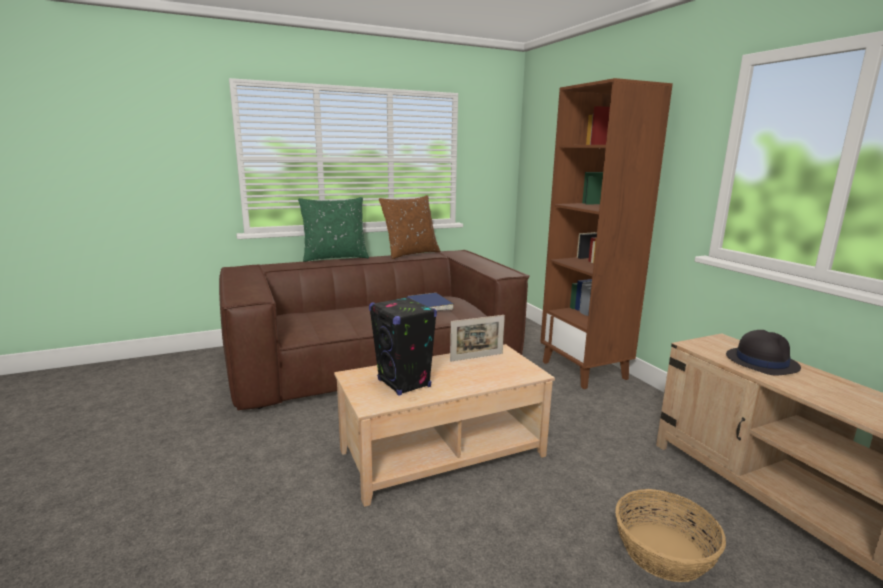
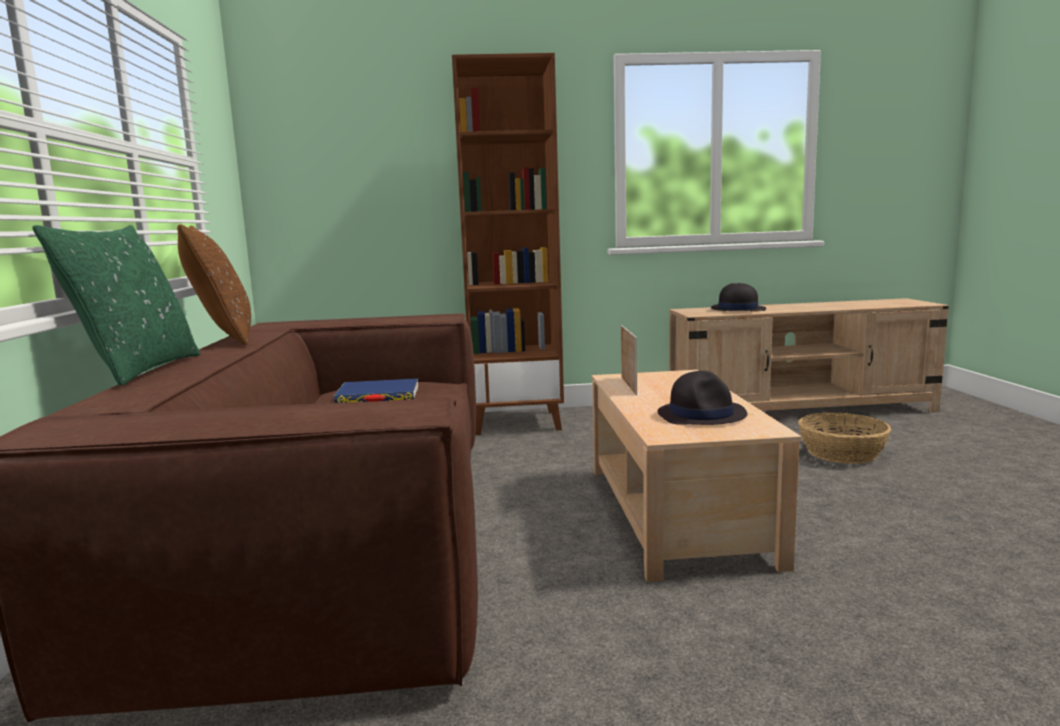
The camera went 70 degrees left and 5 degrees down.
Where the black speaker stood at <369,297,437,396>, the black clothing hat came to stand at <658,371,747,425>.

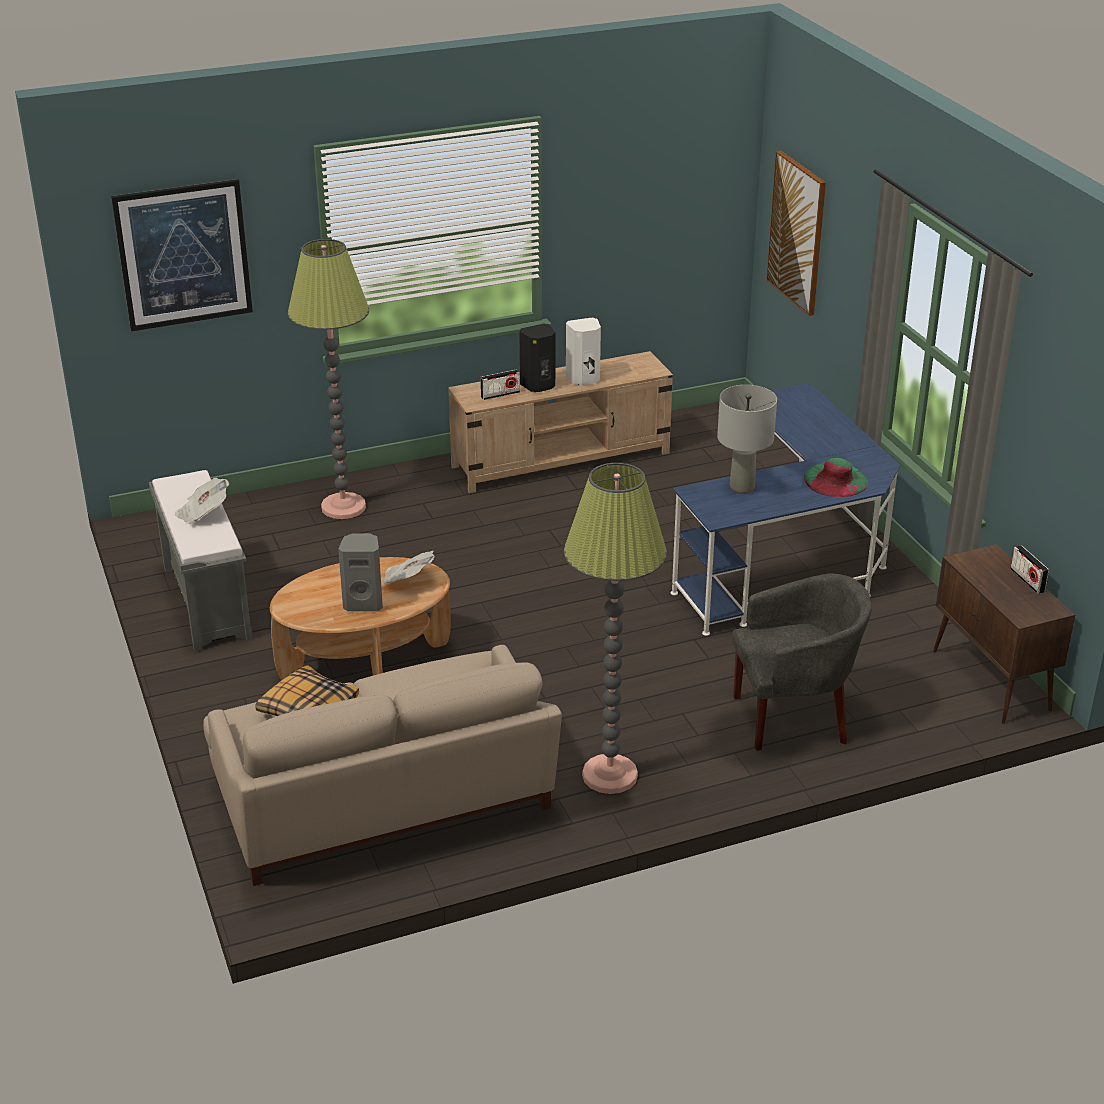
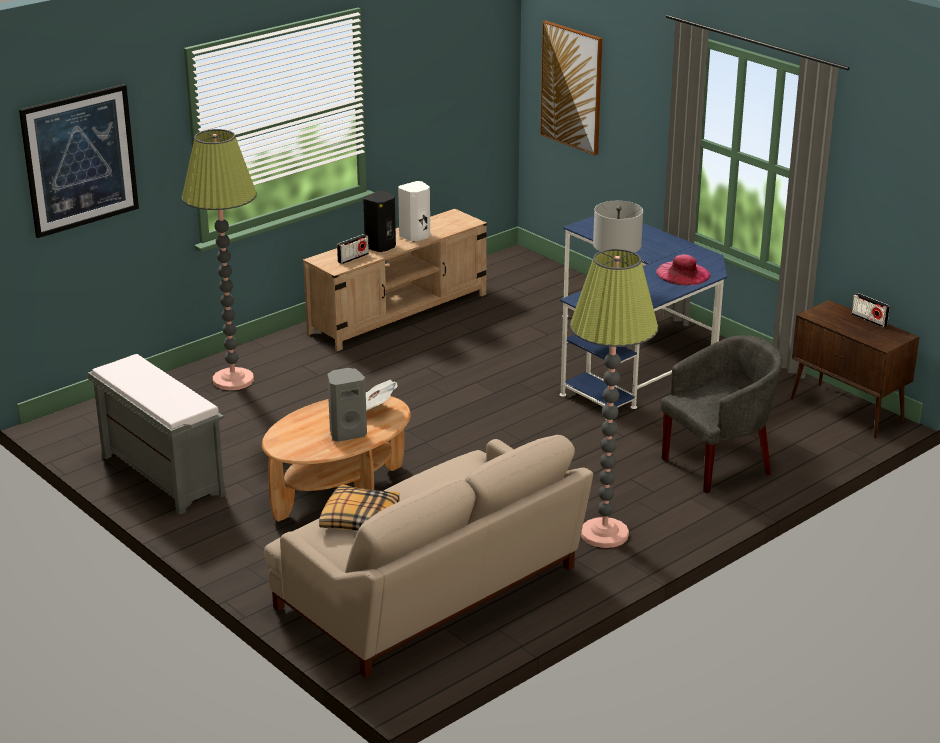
The camera went 20 degrees left and 5 degrees down.
What was the green clothing hat at <804,458,868,497> turned into the pink clothing hat at <656,254,711,285>.
The second view lost the printed paper at <175,478,229,524>.

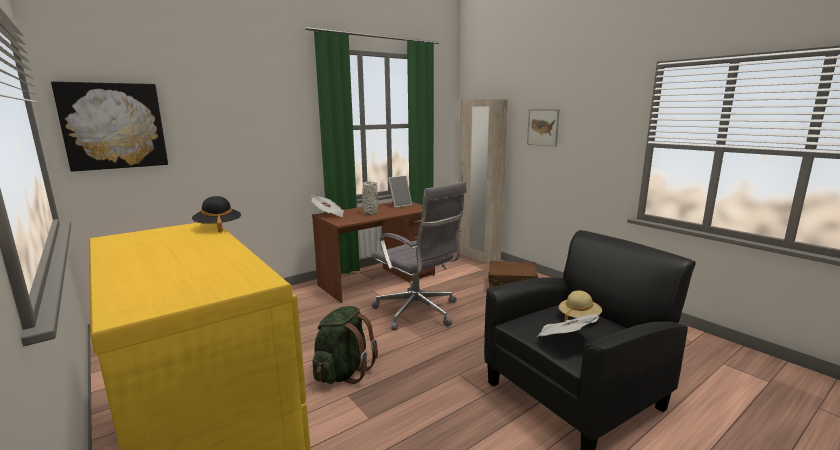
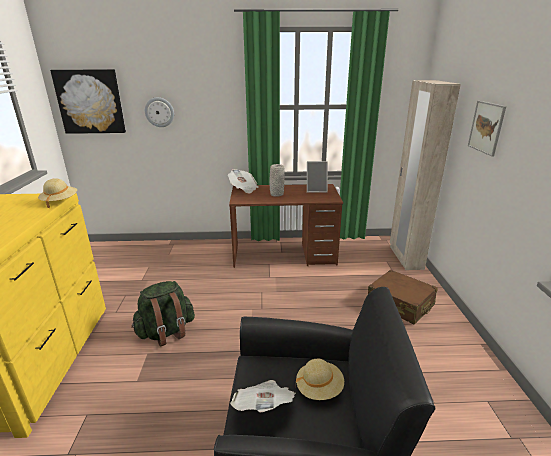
The camera went 35 degrees right and 10 degrees up.
The second view lost the greyish office chair at <372,181,467,330>.
What was the black clothing hat at <192,196,241,233> turned into the beige-coloured clothing hat at <38,178,77,208>.
The second view gained the hanging clock at <145,97,174,127>.

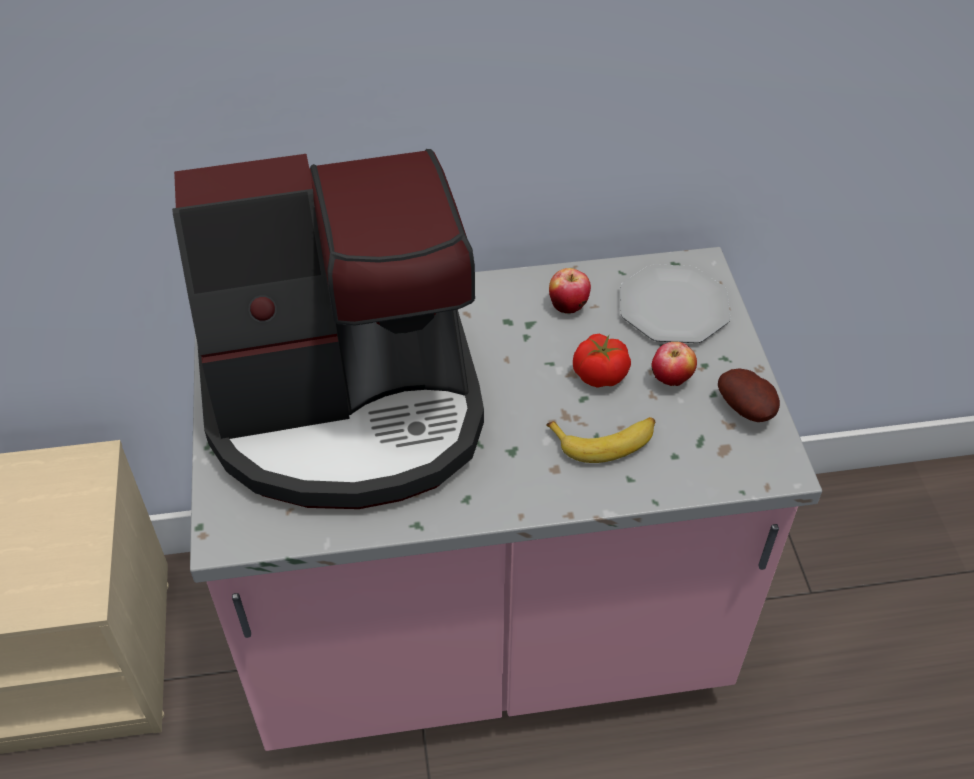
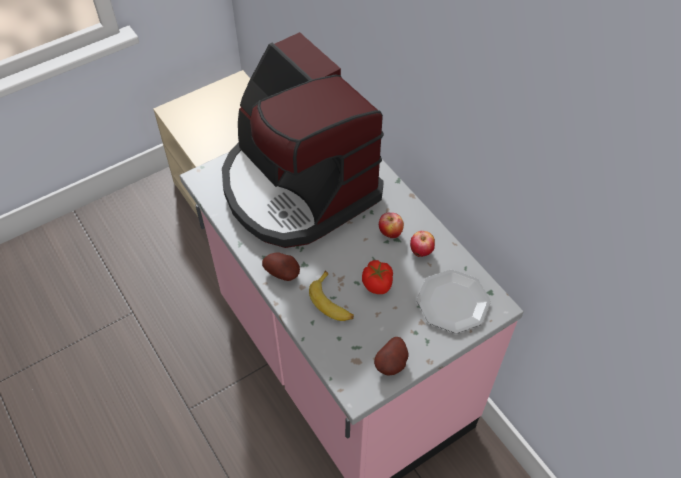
The camera went 65 degrees right and 5 degrees up.
The whole apple ended up elsewhere, having gone from <651,342,697,386> to <379,213,404,238>.
The second view gained the spud at <262,252,300,281>.

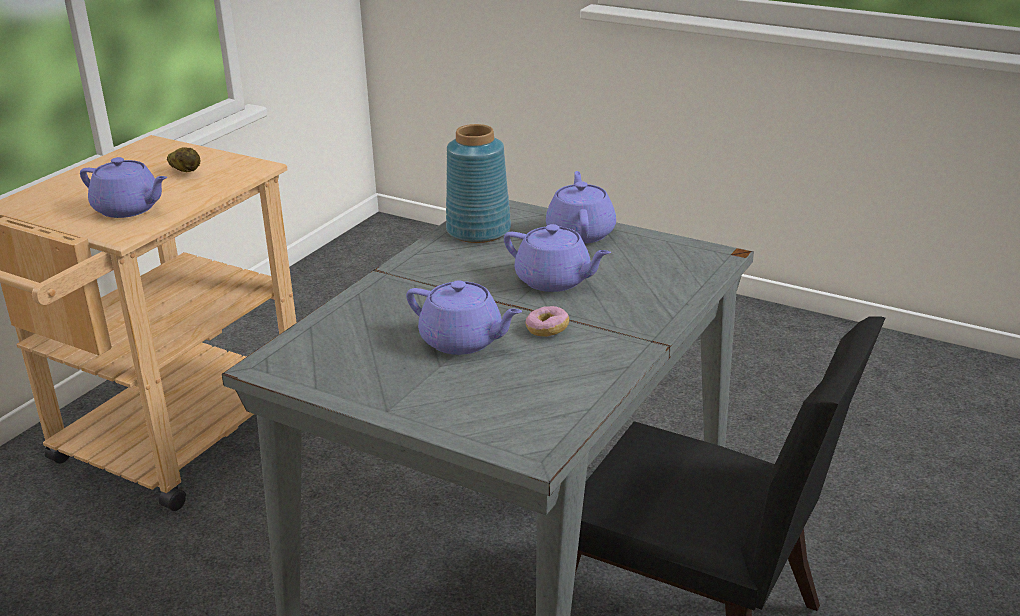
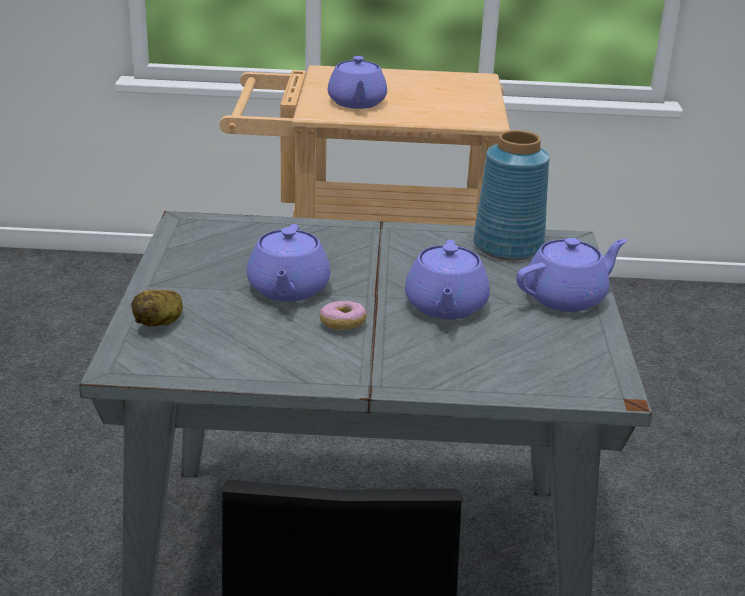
The camera went 60 degrees right and 0 degrees up.
The spud ended up elsewhere, having gone from <167,147,200,172> to <131,290,183,327>.

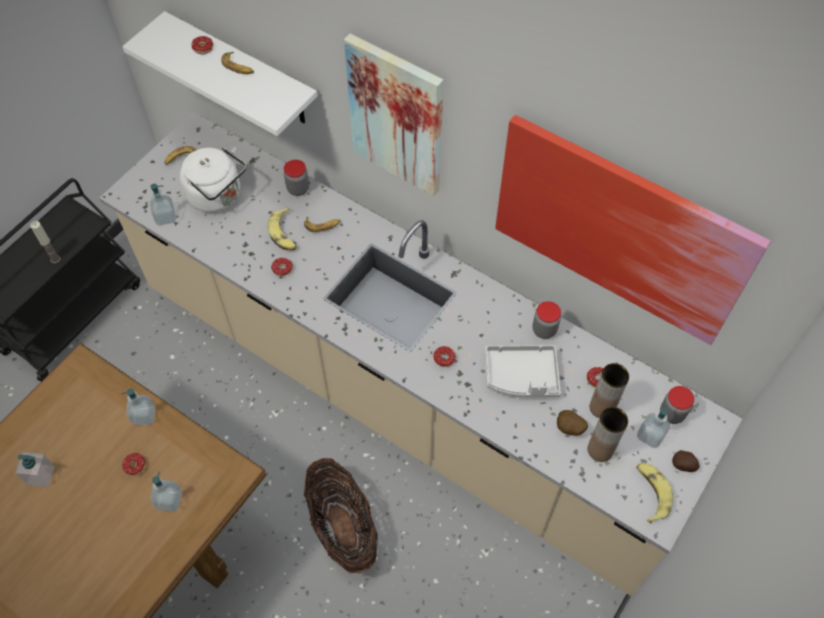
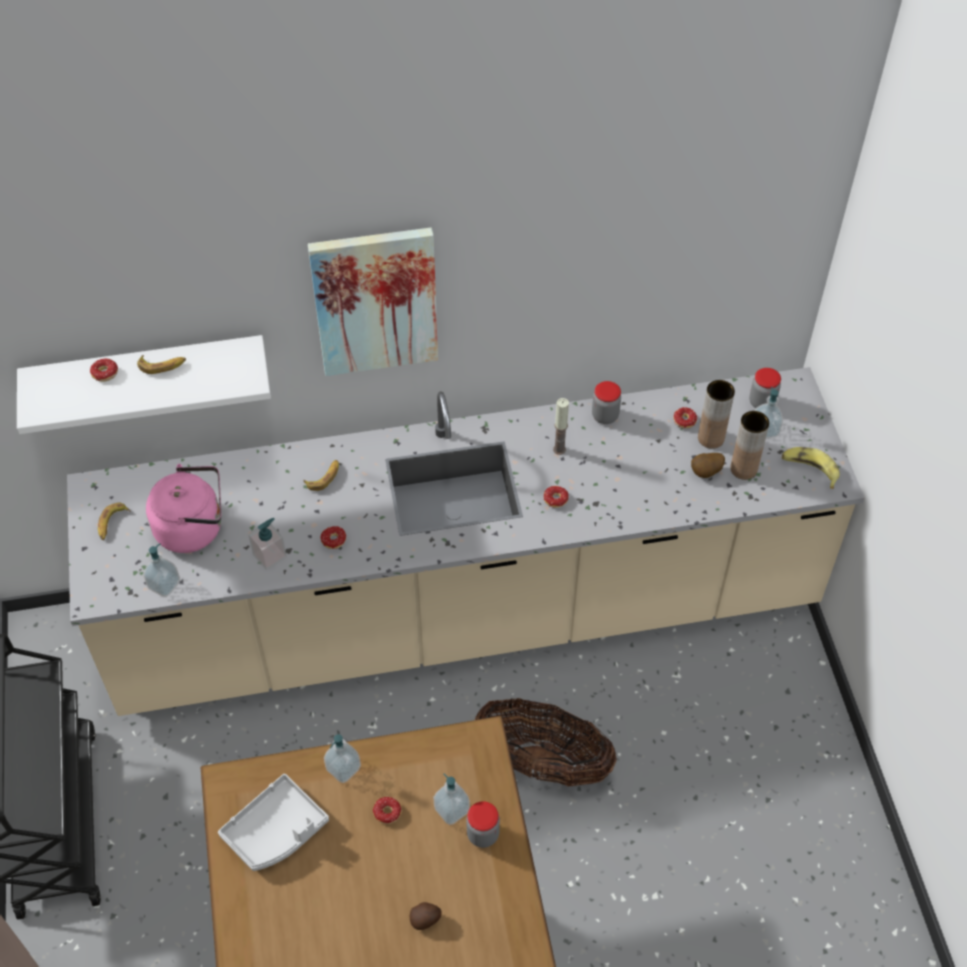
The camera went 45 degrees left and 5 degrees down.
The second view lost the picture at <495,115,771,345>.
What was the white-coloured water kettle at <180,147,247,213> turned into the pink water kettle at <146,464,221,553>.
The storage jar ended up elsewhere, having gone from <284,160,309,196> to <466,801,500,848>.
The second view lost the whole banana at <268,207,297,250>.
The candle ended up elsewhere, having gone from <30,221,61,264> to <553,398,569,455>.
The greyish tray ended up elsewhere, having gone from <485,345,561,398> to <218,774,329,871>.
The spud ended up elsewhere, having gone from <672,450,700,472> to <410,902,442,930>.
The liquid soap bottle ended up elsewhere, having gone from <15,452,55,487> to <248,518,287,570>.

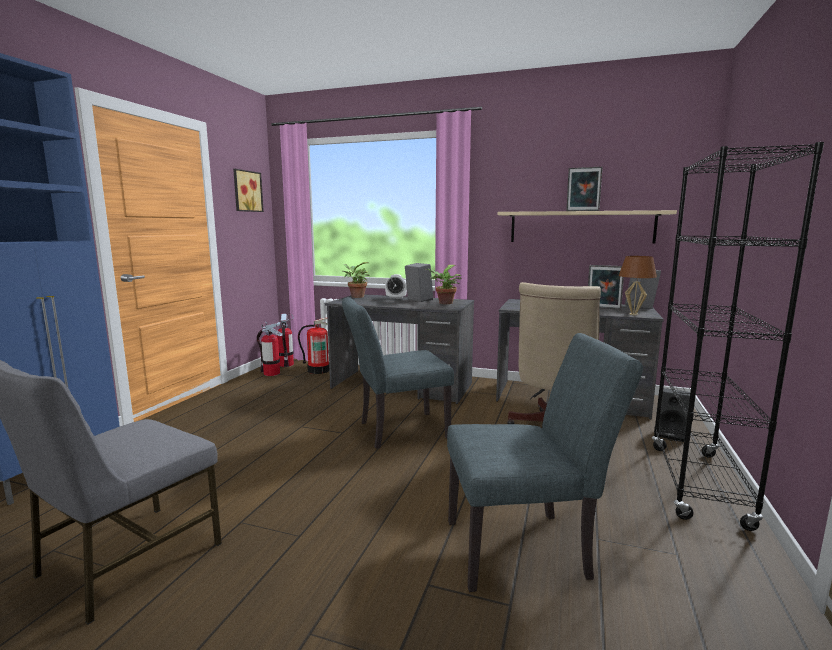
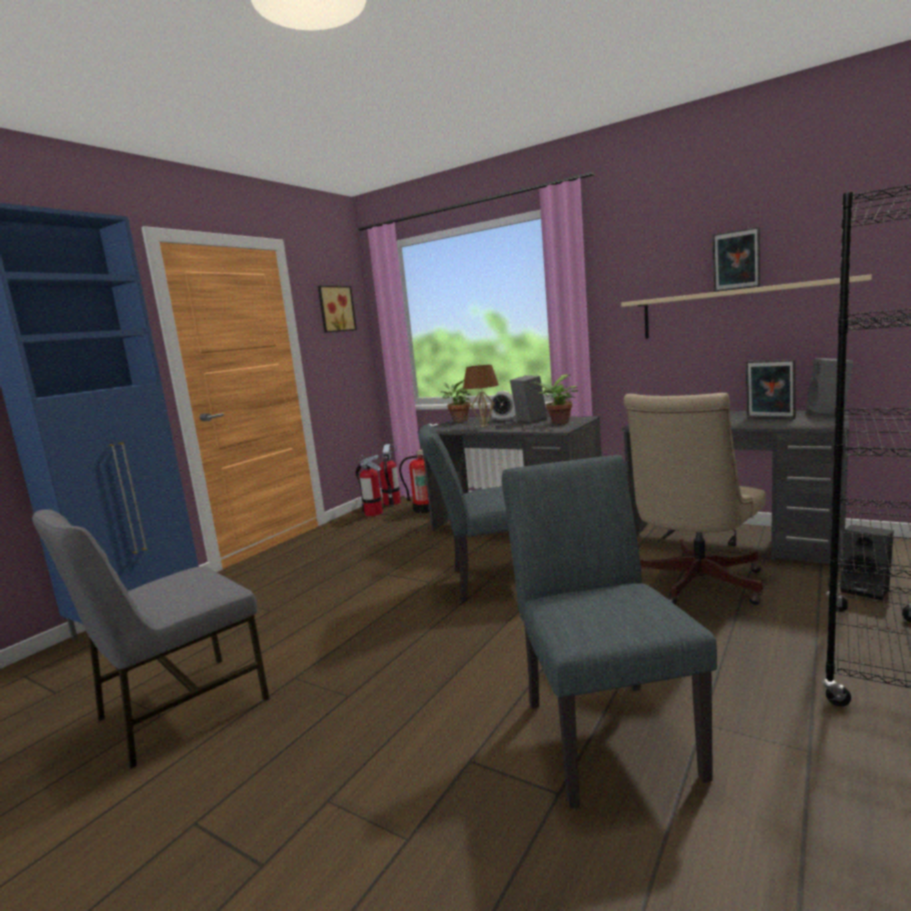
The camera went 15 degrees right and 0 degrees up.
The brown lamp for a table ended up elsewhere, having gone from <619,256,657,316> to <463,365,499,427>.
The greyish chair at <447,333,643,592> ended up facing another way, 105 degrees counterclockwise from before.

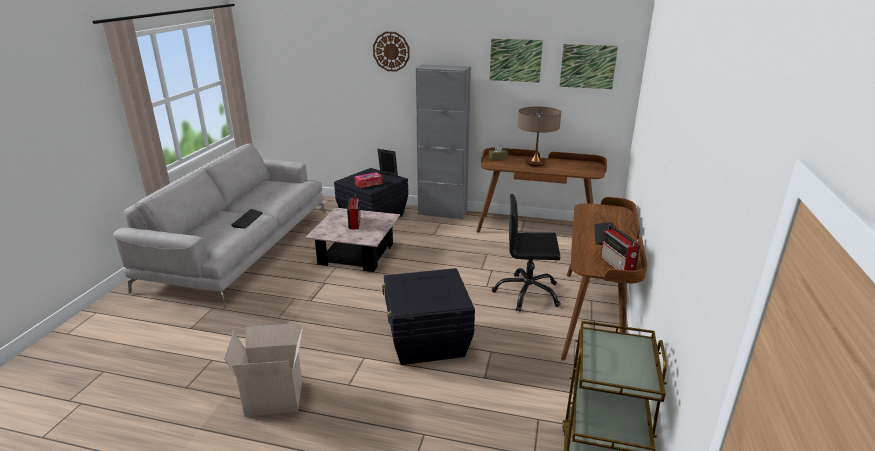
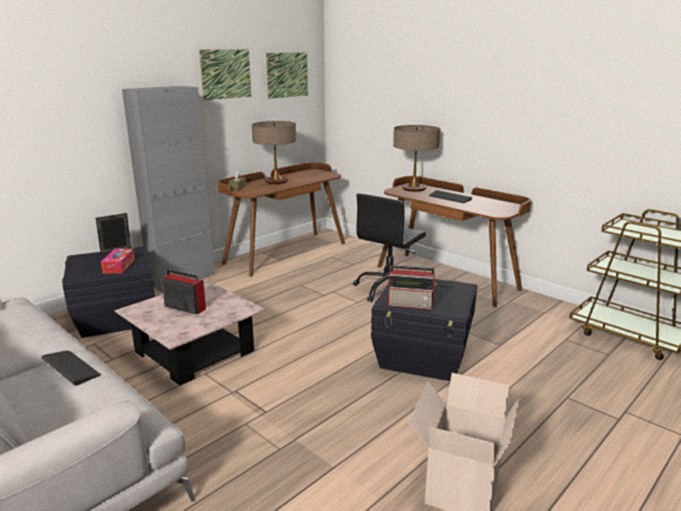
The camera went 60 degrees left and 5 degrees down.
The second view lost the hanging clock at <373,32,410,72>.
The radio ended up elsewhere, having gone from <600,224,640,271> to <388,265,437,310>.
The second view gained the lamp for a table at <393,125,440,192>.

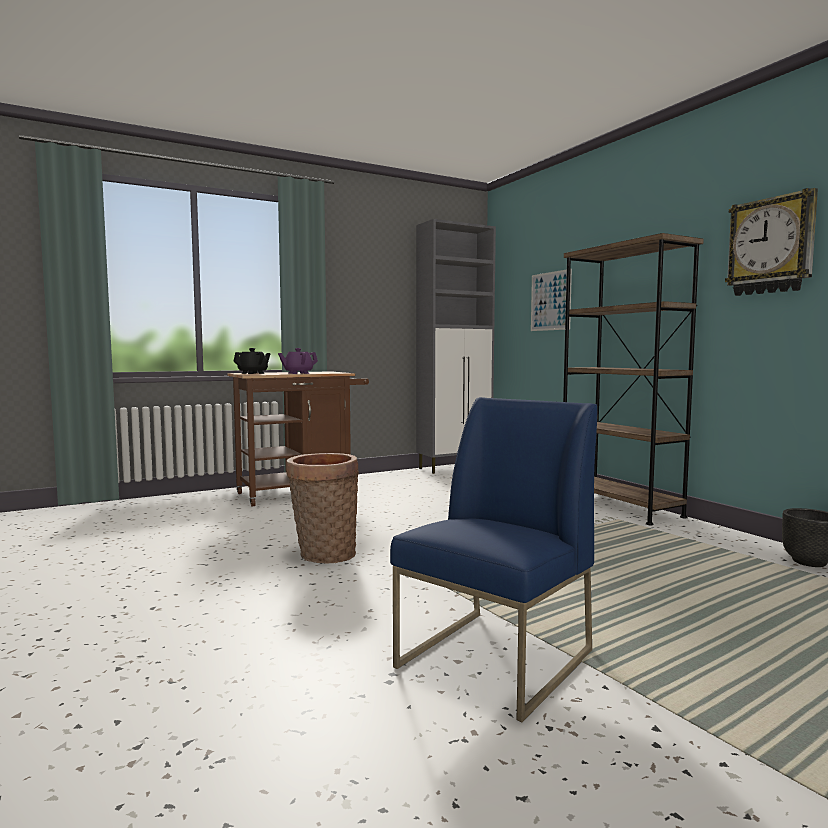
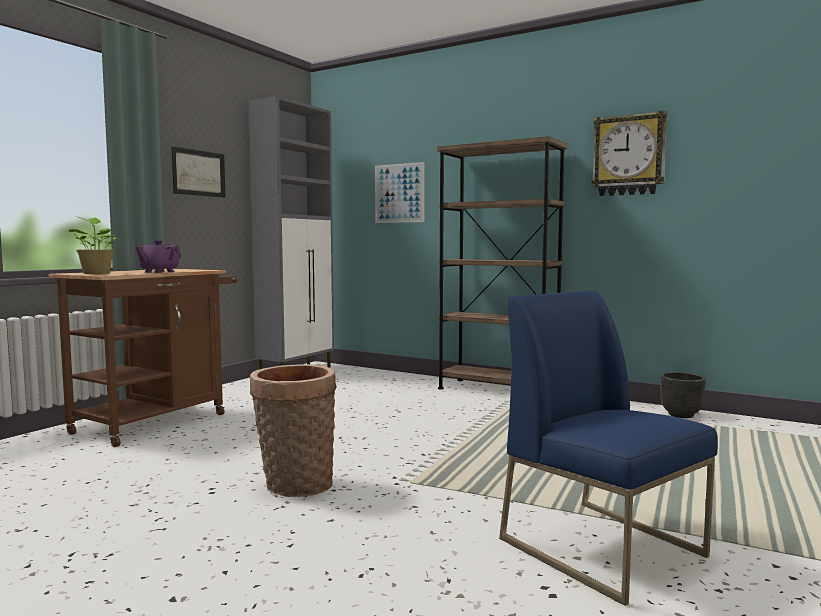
The camera went 30 degrees left and 0 degrees up.
Where the black teapot stood at <233,348,271,374>, the potted plant came to stand at <66,216,119,274>.
The bluish chair at <390,397,597,722> ended up facing another way, 45 degrees counterclockwise from before.
The second view gained the picture at <172,146,226,198>.

